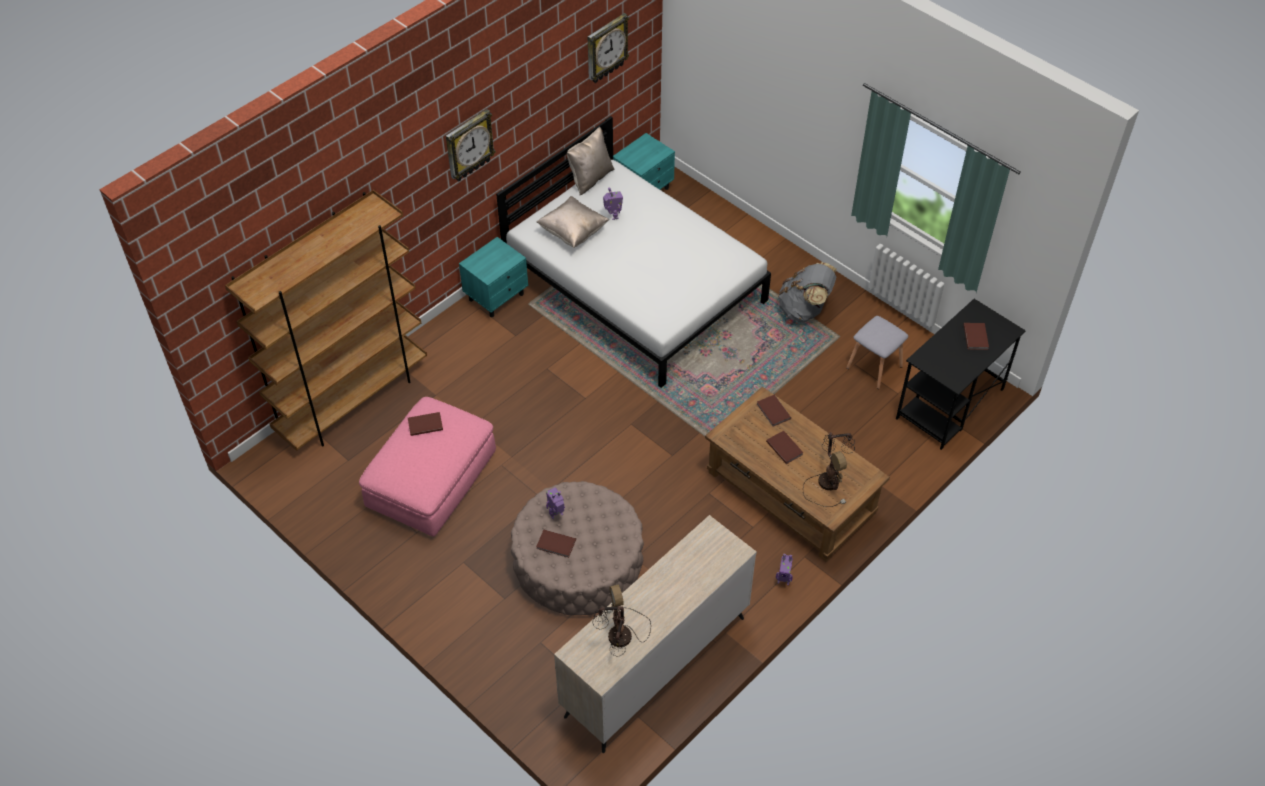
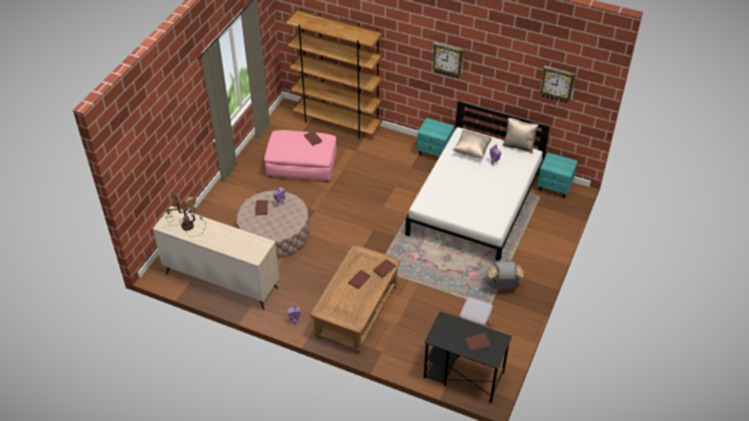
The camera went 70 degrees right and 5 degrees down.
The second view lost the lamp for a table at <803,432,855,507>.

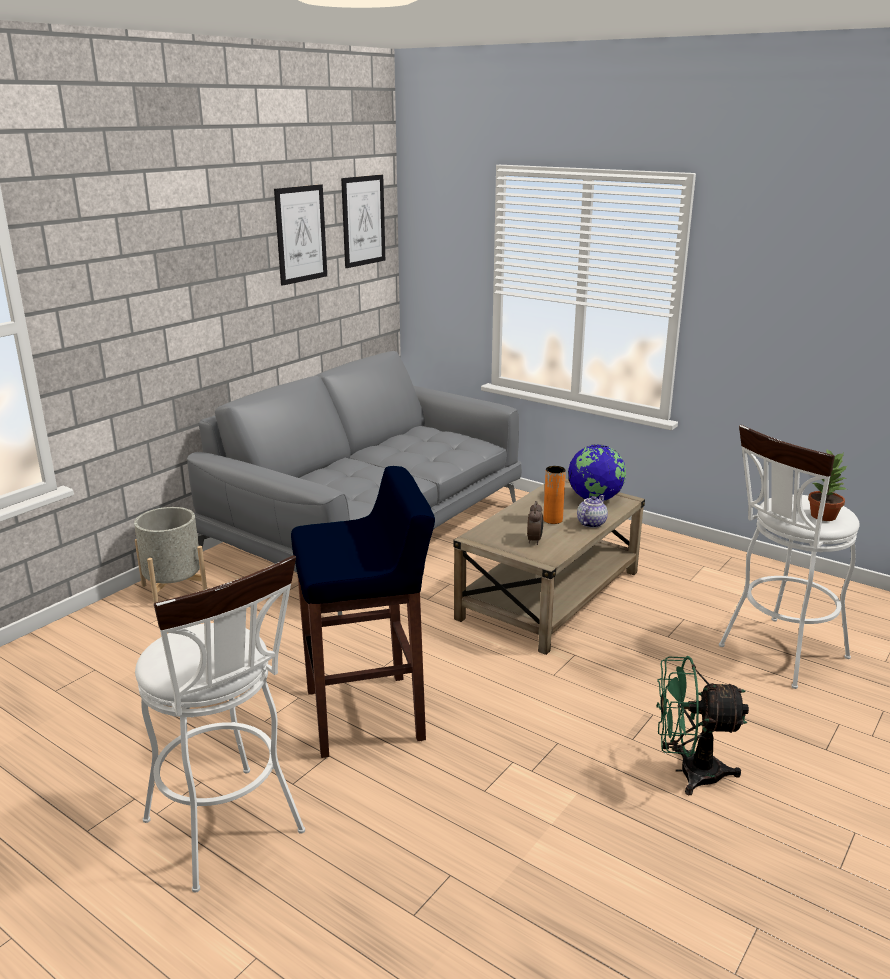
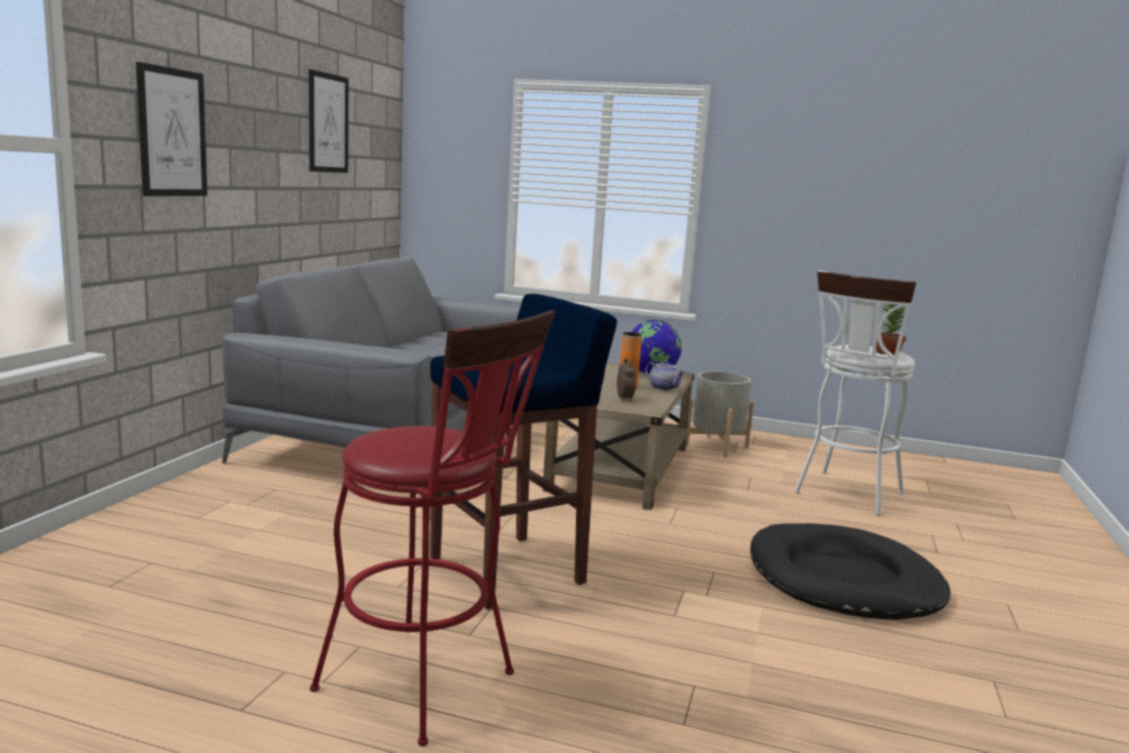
The camera went 20 degrees left and 10 degrees down.
The picture ended up elsewhere, having gone from <341,175,385,268> to <136,62,207,196>.
The teapot at <577,495,608,528> ended up facing another way, 120 degrees clockwise from before.
The greyish flower pot ended up elsewhere, having gone from <134,507,207,603> to <686,371,754,457>.
What was the white-coloured sitting stool at <135,555,305,893> turned into the red-coloured sitting stool at <310,310,555,746>.
Where the green electric fan stood at <656,656,749,795>, the black pet bed came to stand at <750,523,950,620>.

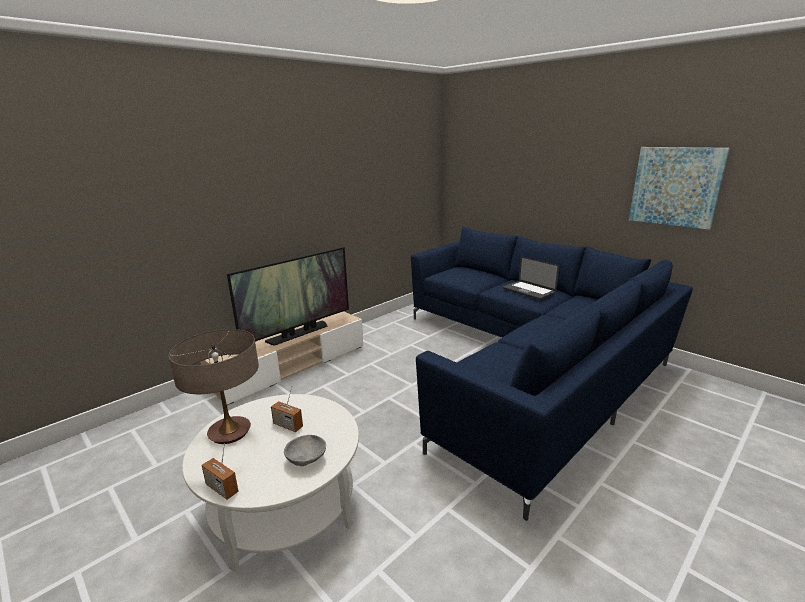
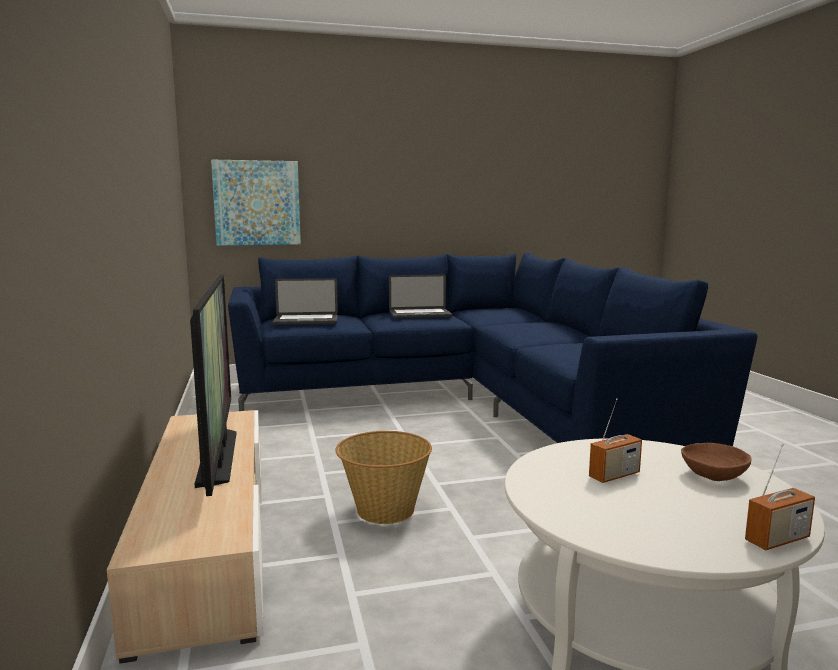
The camera went 60 degrees left and 10 degrees down.
The picture ended up elsewhere, having gone from <629,147,730,230> to <211,160,301,245>.
The second view lost the lamp for a table at <169,329,259,444>.
What was the greyish deep dish at <284,435,326,466> turned into the brown deep dish at <681,443,751,481>.
The second view gained the notebook computer at <273,278,338,325>.
The second view gained the storage basket at <335,431,432,524>.

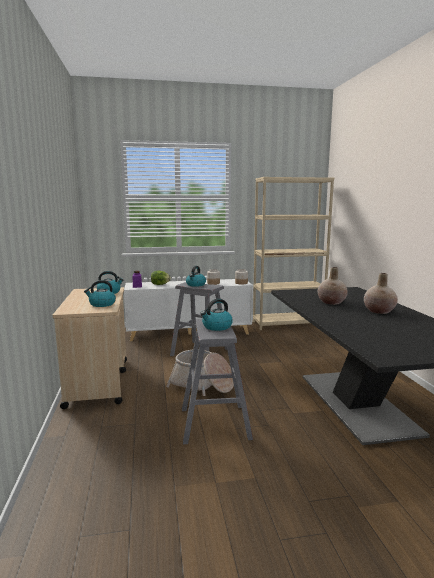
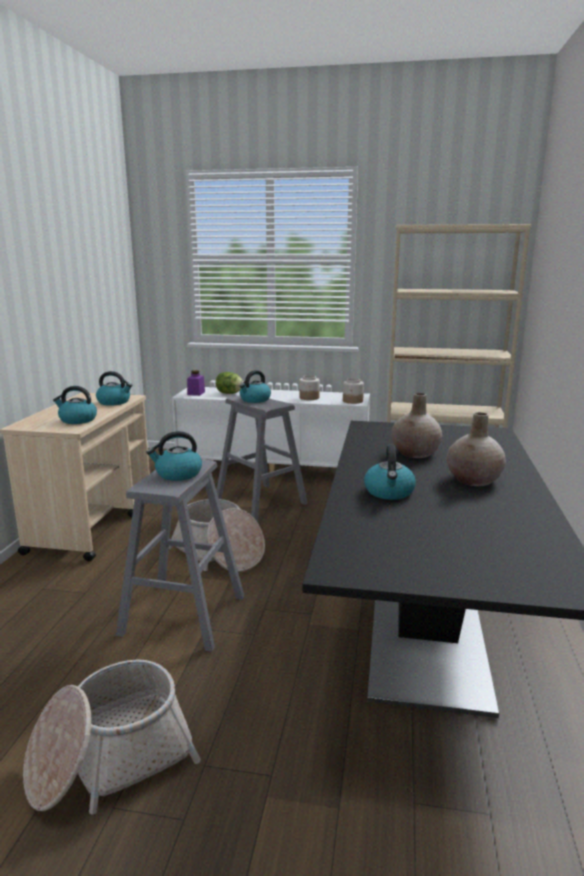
The camera went 20 degrees right and 5 degrees up.
The second view gained the water kettle at <364,445,416,500>.
The second view gained the storage basket at <23,659,201,815>.

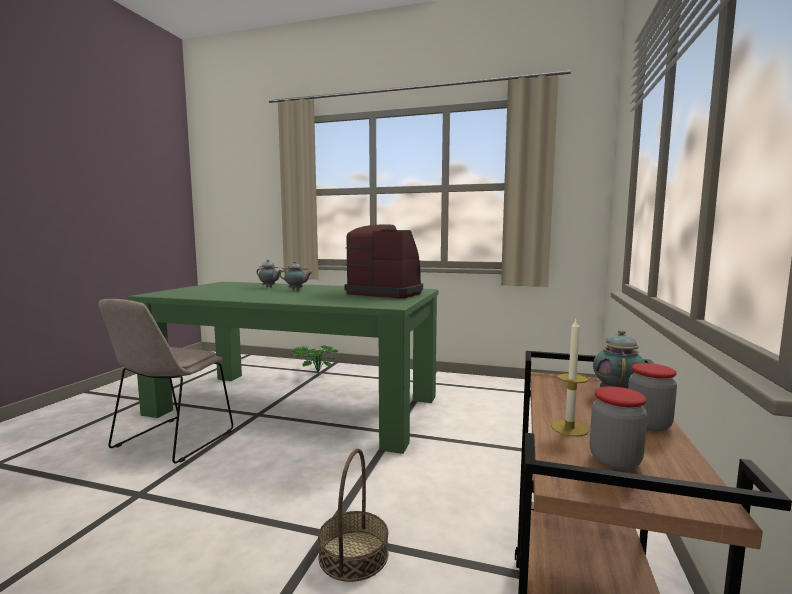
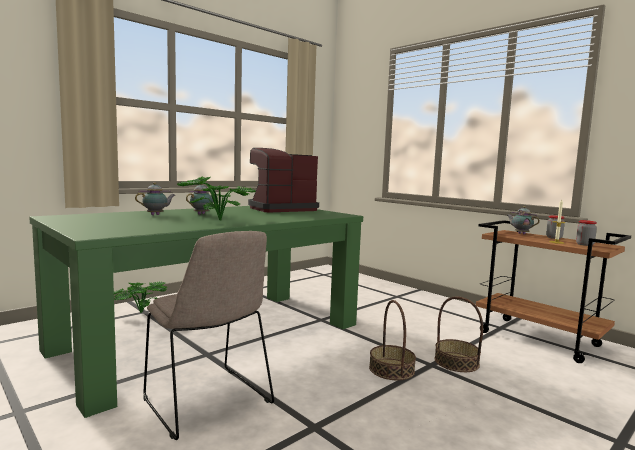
The camera went 60 degrees left and 0 degrees up.
The second view gained the potted plant at <177,177,256,221>.
The second view gained the storage basket at <369,300,416,380>.

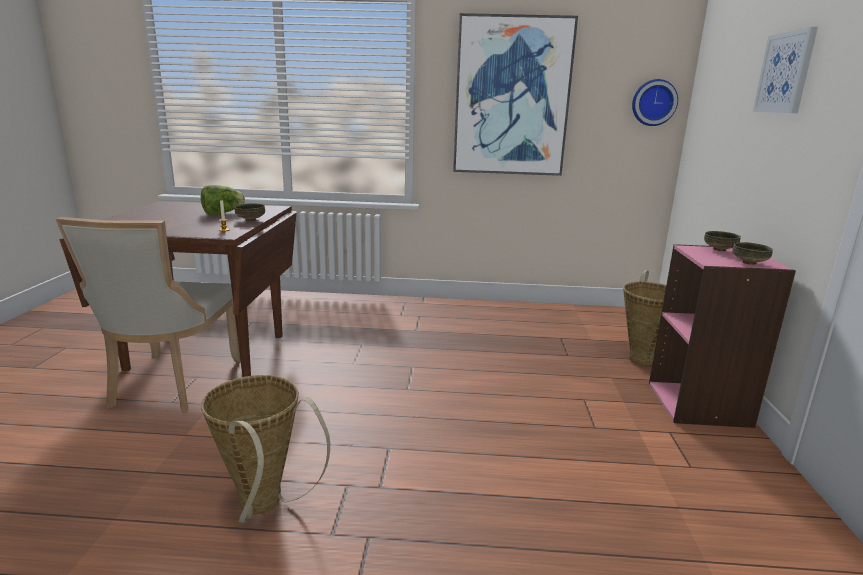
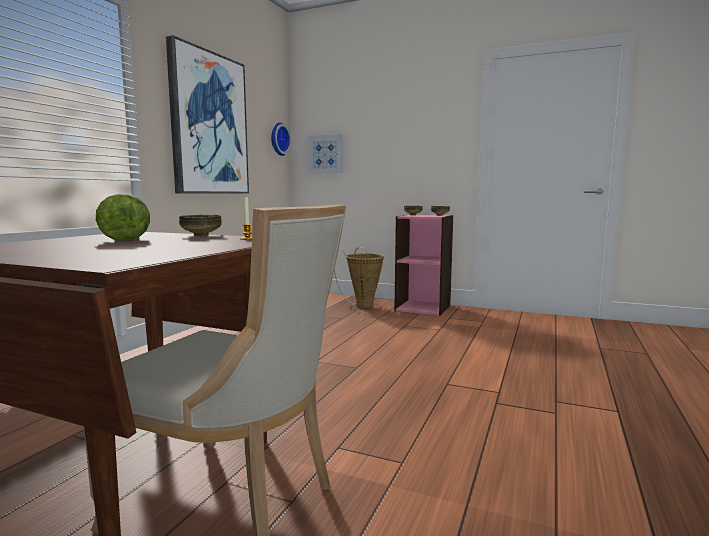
The camera went 70 degrees left and 10 degrees down.
The picture ended up elsewhere, having gone from <753,27,818,113> to <308,134,343,174>.
The second view lost the storage basket at <201,375,330,523>.

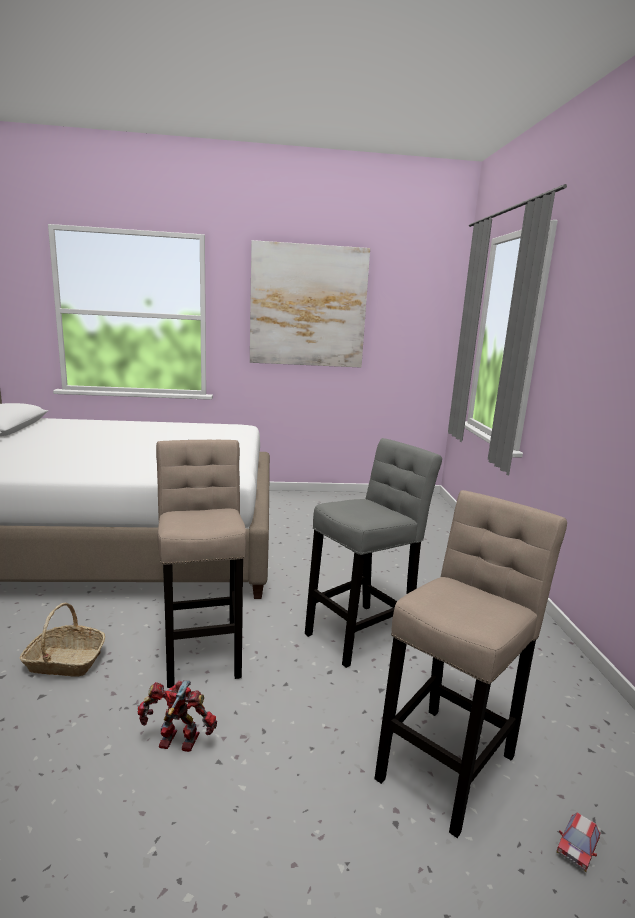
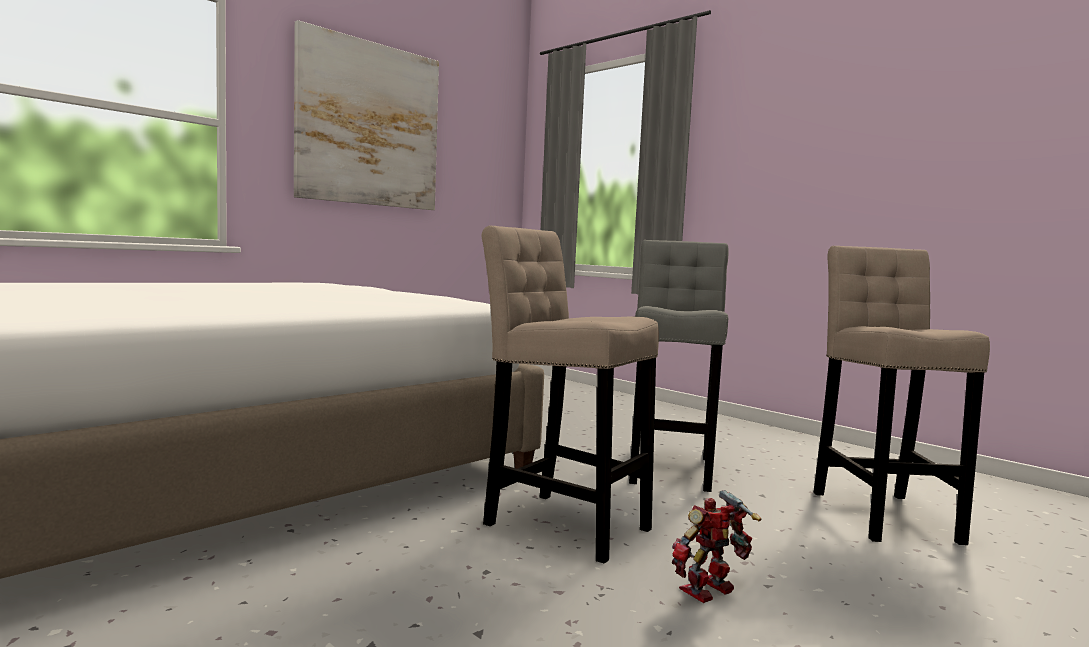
The camera went 40 degrees left and 10 degrees down.
The second view lost the storage basket at <20,603,105,677>.
The second view lost the model car at <556,812,601,872>.

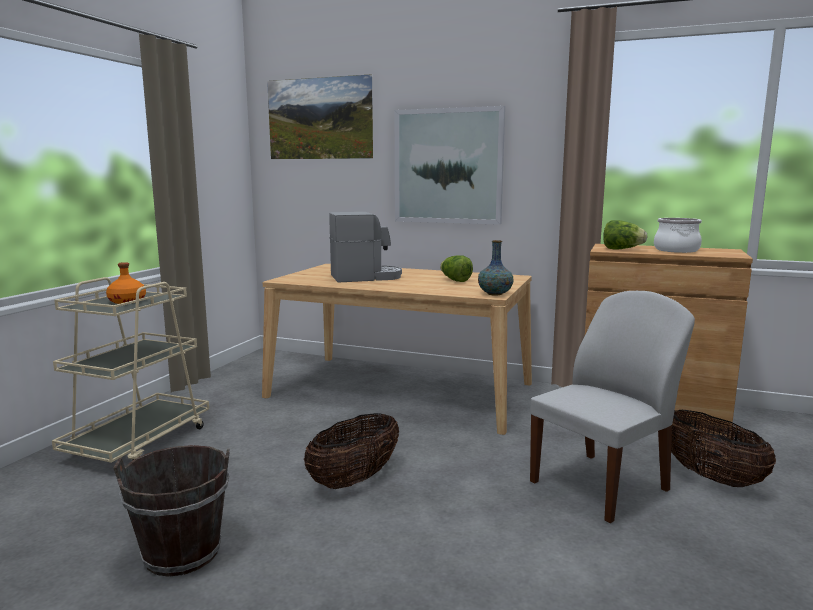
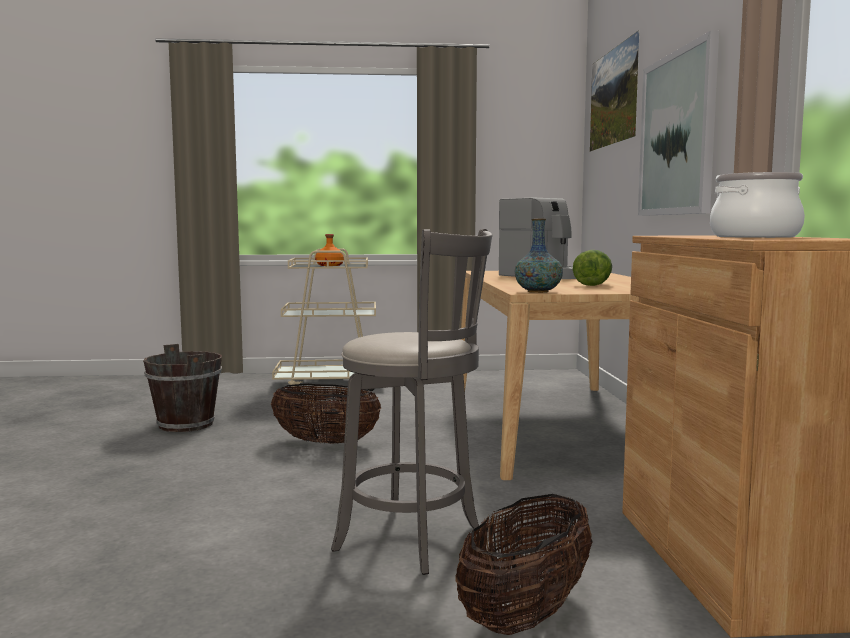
The camera went 65 degrees right and 5 degrees down.
The second view lost the head of lettuce at <603,220,647,250>.
Where the white-coloured chair stood at <530,291,695,523>, the greyish sitting stool came to stand at <331,229,492,575>.

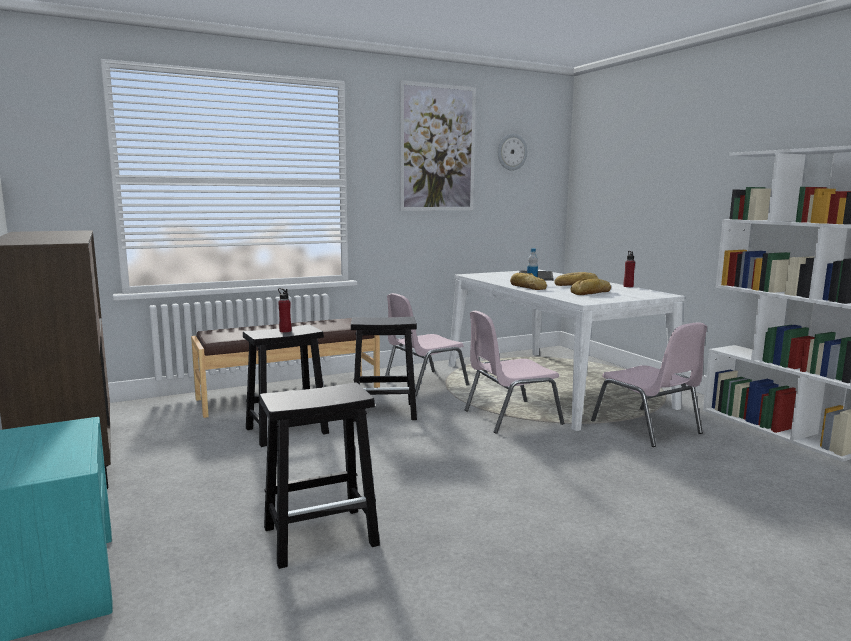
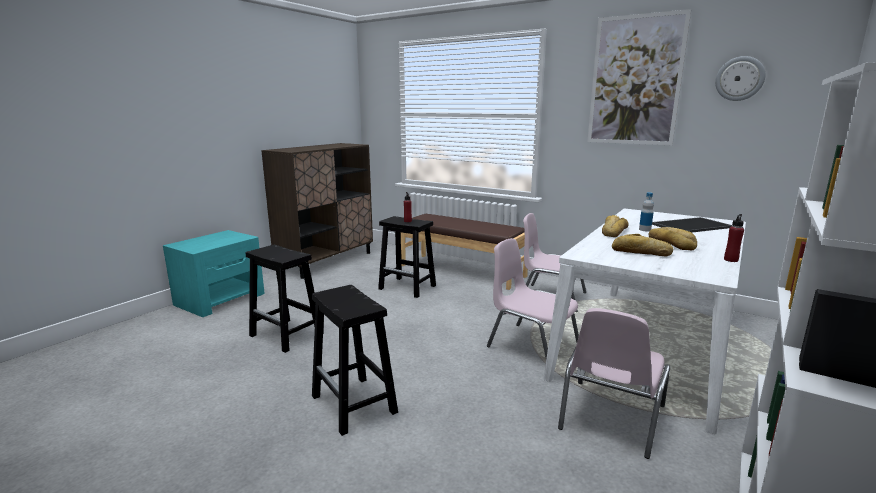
The camera went 60 degrees right and 5 degrees up.
The black sitting stool ended up elsewhere, having gone from <351,317,417,422> to <312,285,398,436>.

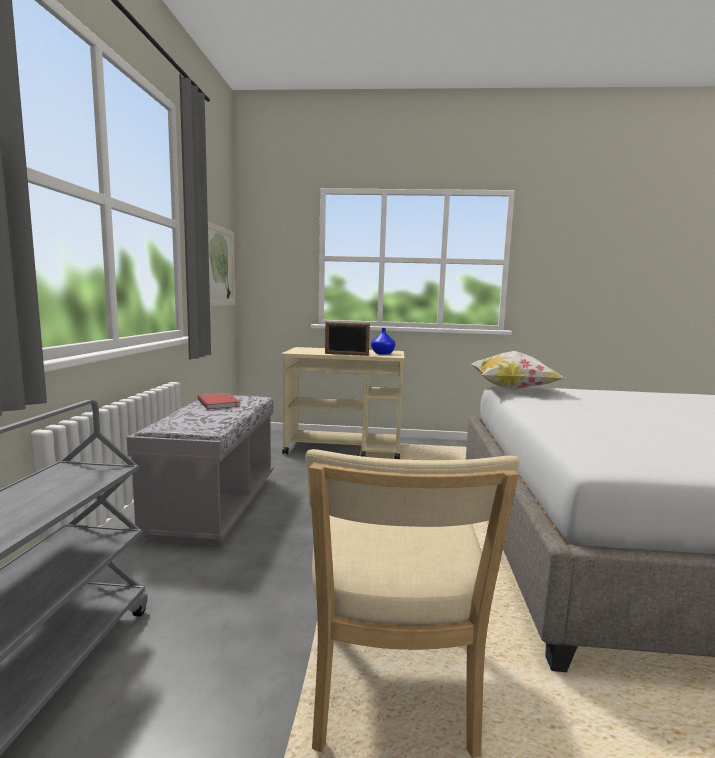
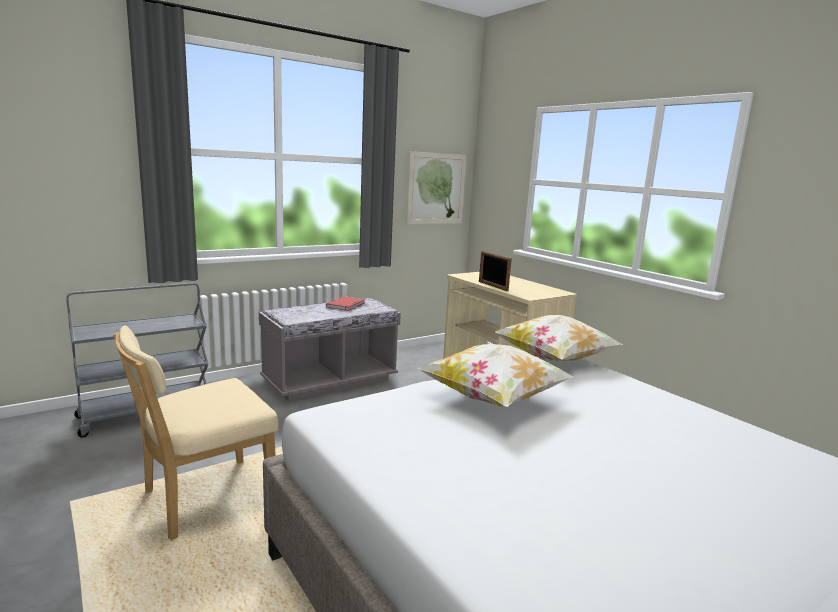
The camera went 50 degrees right and 5 degrees up.
The second view lost the bluish flower vase at <371,328,396,355>.
The second view gained the throw pillow at <418,344,574,407>.

